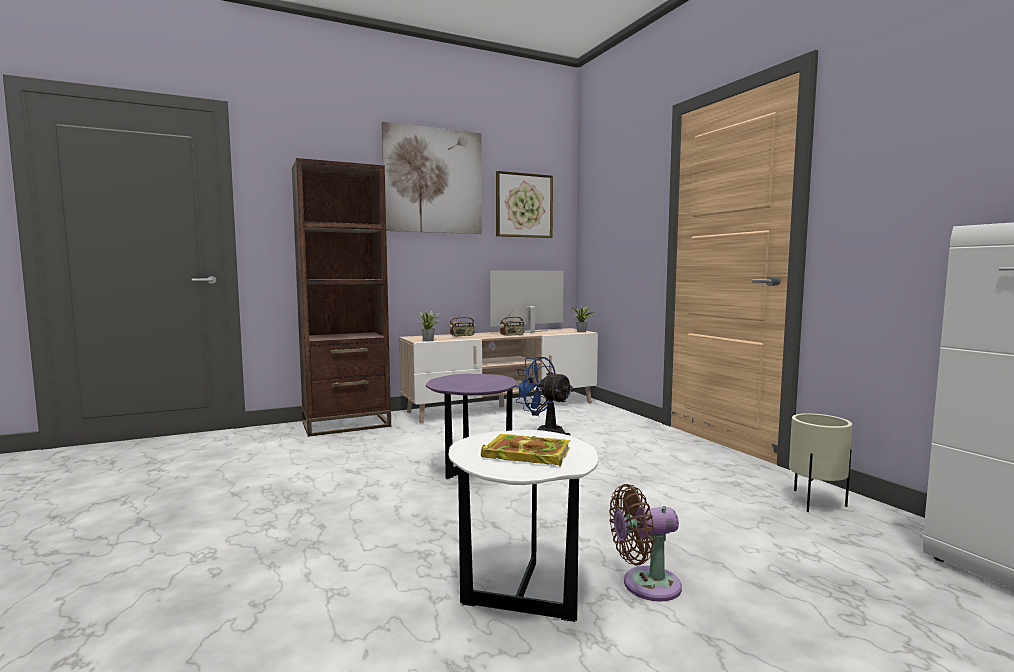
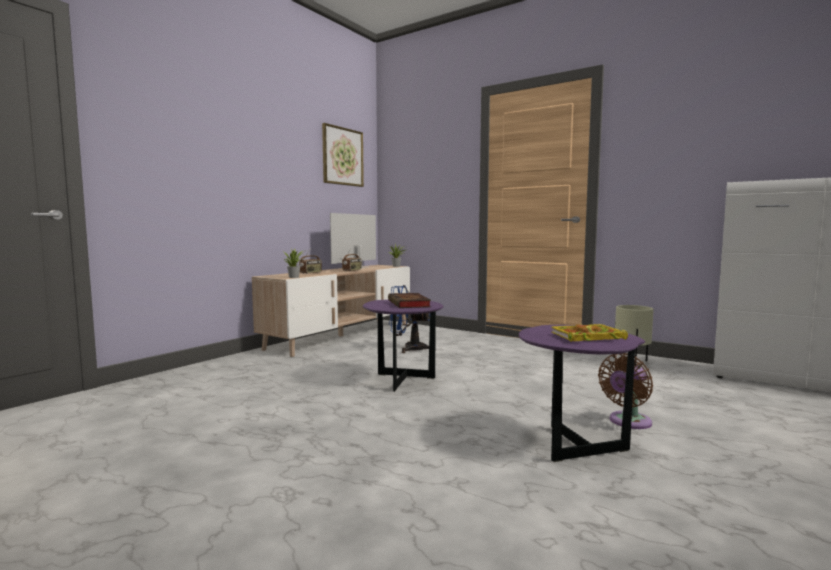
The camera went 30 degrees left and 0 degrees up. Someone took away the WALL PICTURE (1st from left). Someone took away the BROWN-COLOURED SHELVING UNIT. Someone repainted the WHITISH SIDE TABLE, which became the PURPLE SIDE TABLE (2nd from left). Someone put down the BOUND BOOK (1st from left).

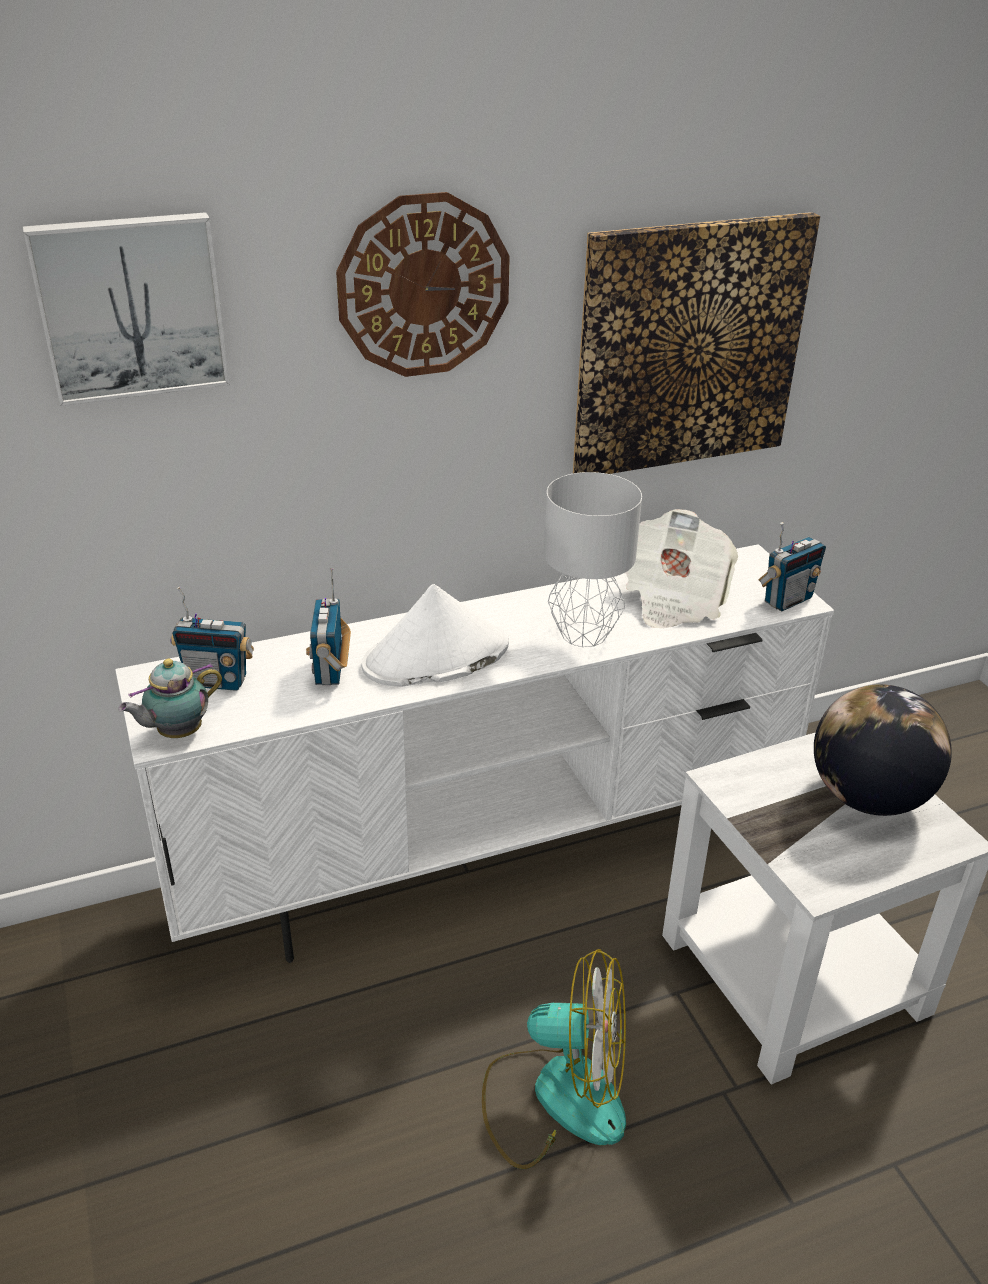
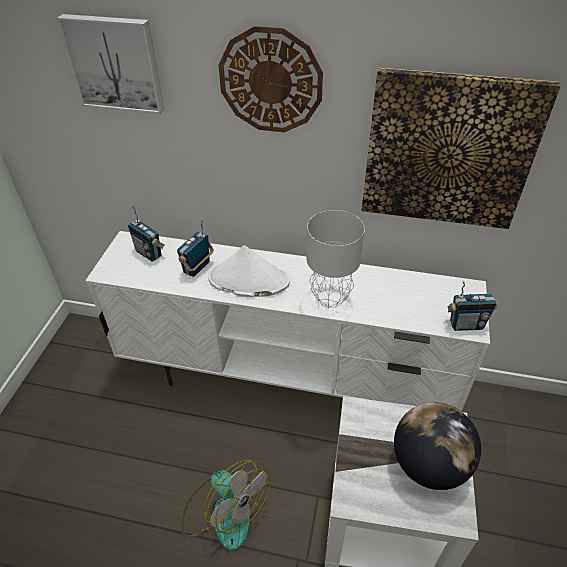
The camera went 35 degrees right and 10 degrees up. Someone took away the PRINTED PAPER. Someone took away the POT FOR TEA.

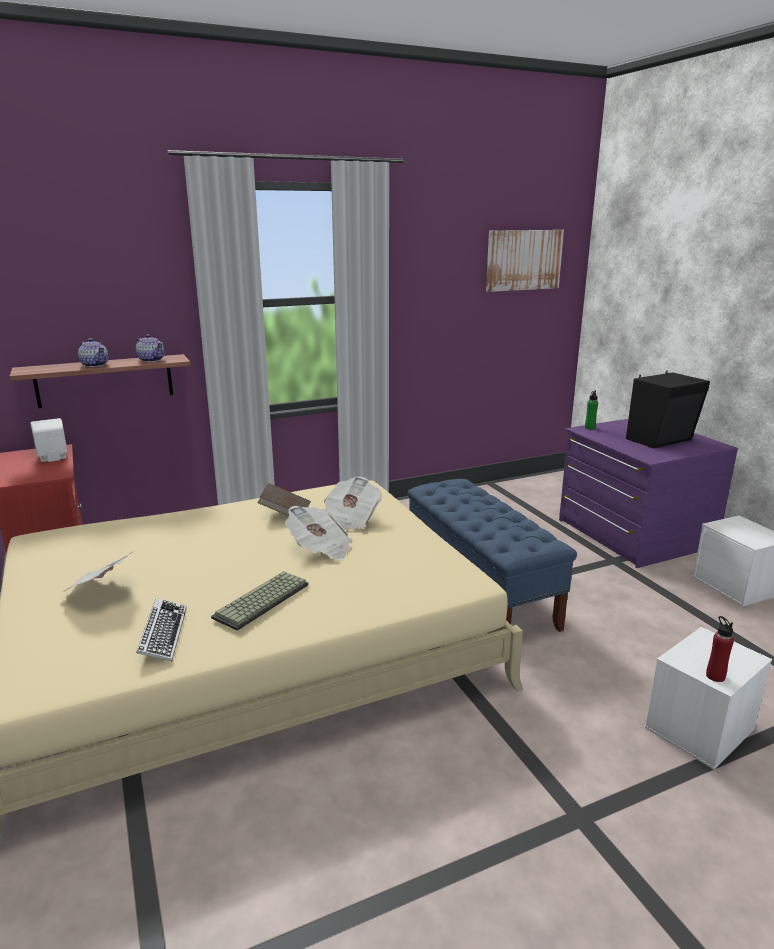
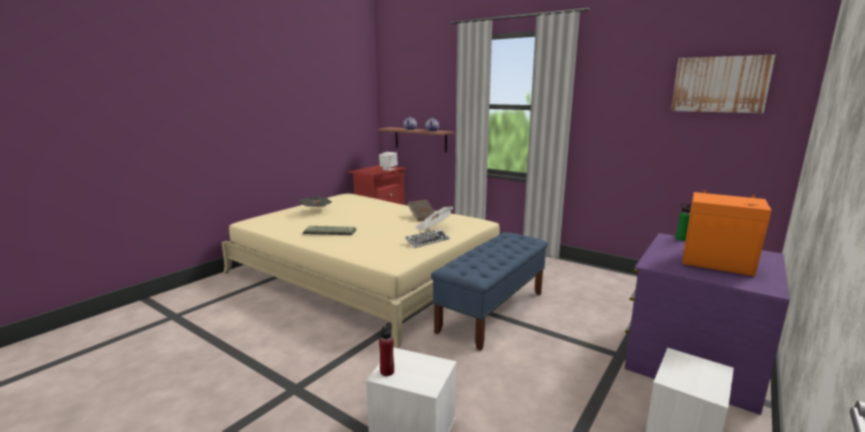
The camera went 60 degrees right and 5 degrees down. Someone repainted the BLACK-COLOURED AUDIO SPEAKER, which became the ORANGEY AUDIO SPEAKER. Someone took away the PRINTED PAPER (2nd from left). Someone carried the COMPUTER KEYBOARD (1st from left in the first image).

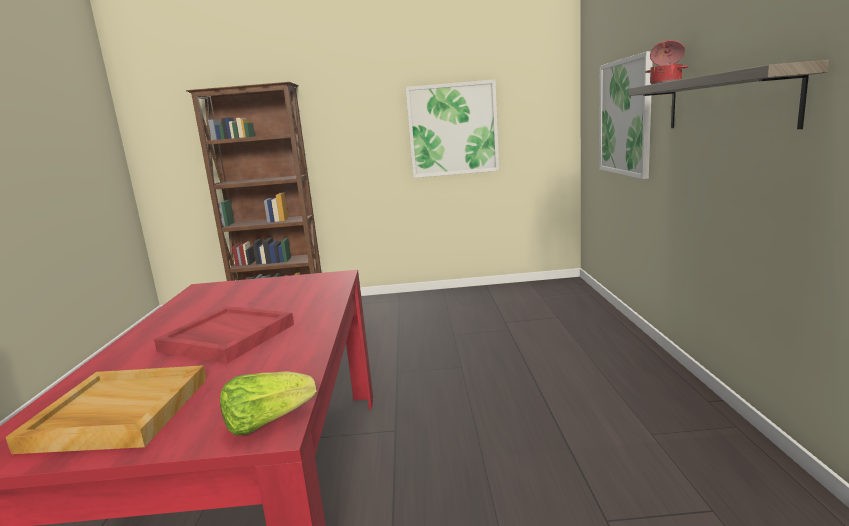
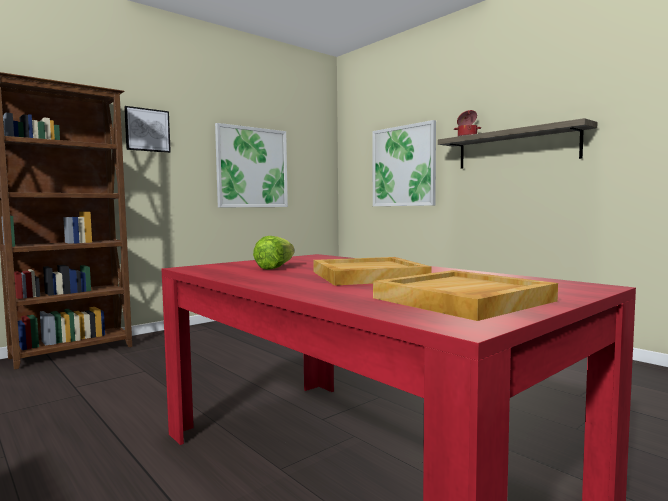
The camera went 40 degrees left and 10 degrees down. Someone repainted the RED SERVING TRAY, which became the BEIGE SERVING TRAY (1st from left). Someone carried the LETTUCE. Someone put up the WALL PICTURE (1st from left).

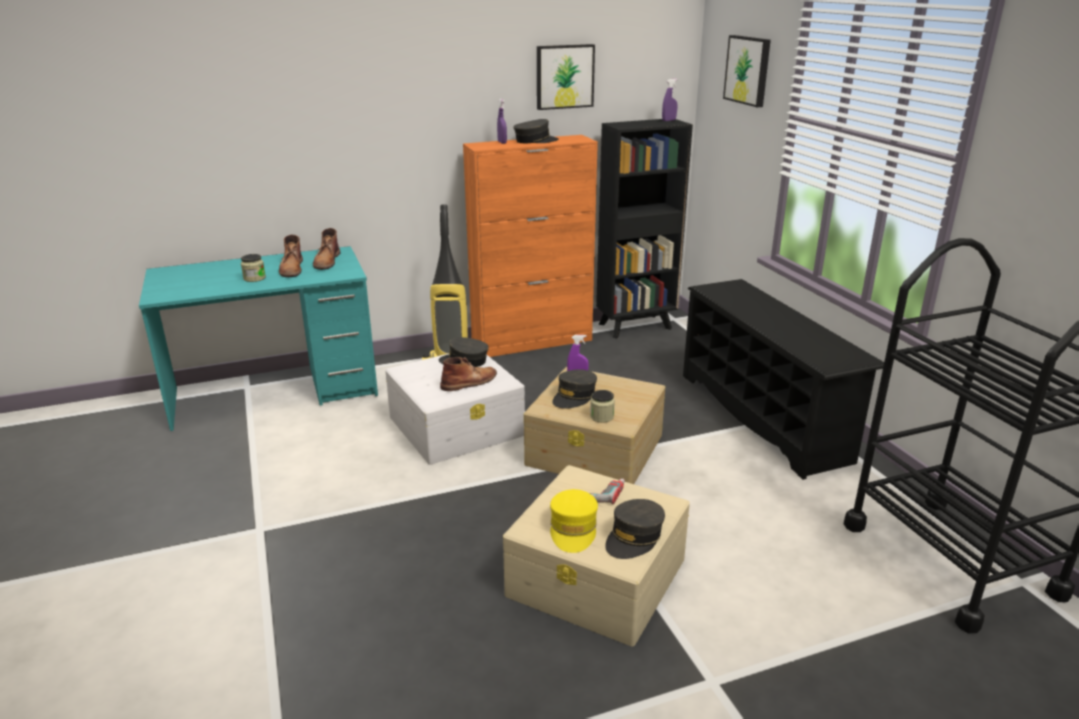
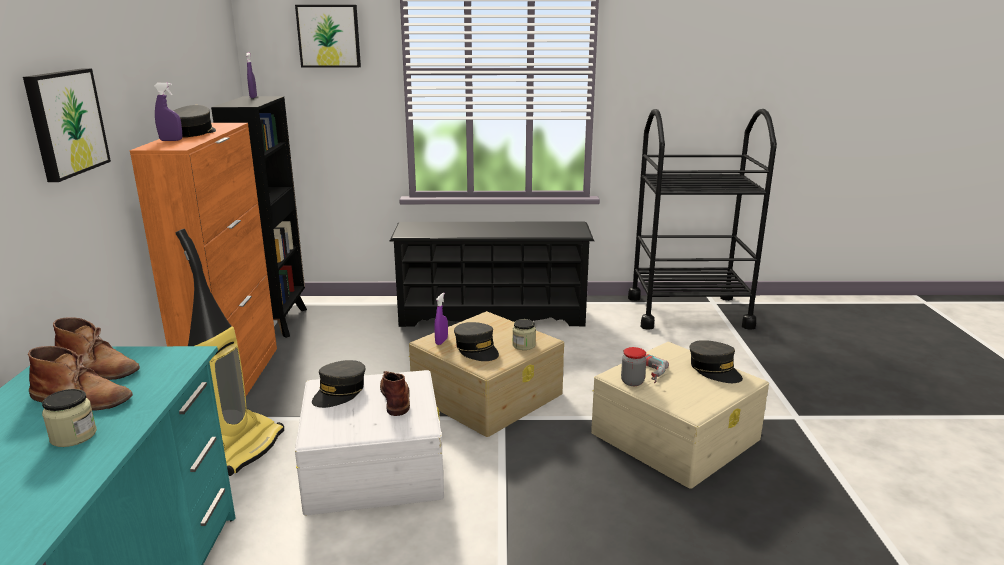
The camera went 70 degrees left and 5 degrees down. Someone carried the WALL PICTURE (1st from left). Someone took away the YELLOW BASEBALL CAP. Someone put down the PRESERVE JAR (3rd from left).

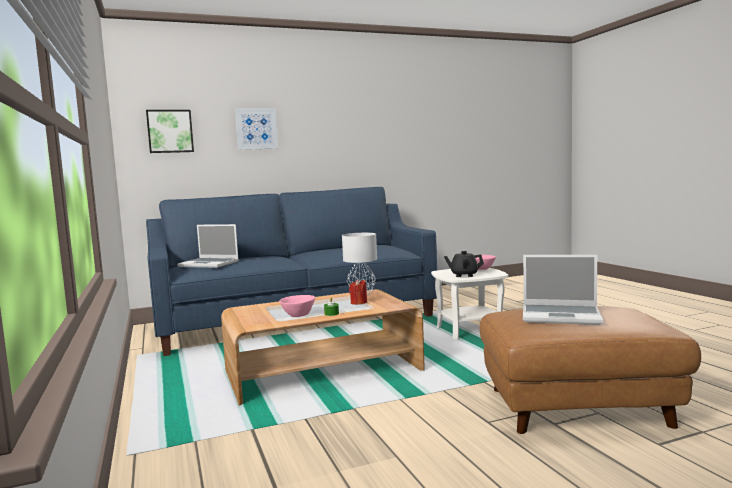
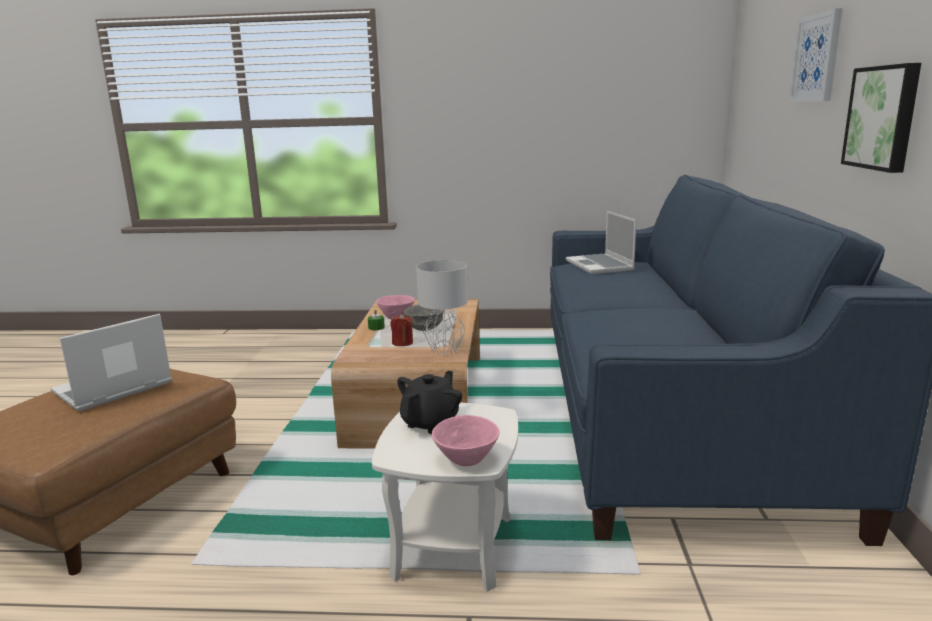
The camera went 115 degrees right and 10 degrees up. Someone carried the WALL PICTURE (1st from left in the first image). Someone rotated the PORTABLE COMPUTER (1st from left in the first image) by 60 degrees counterclockwise. Someone put down the GRAY BOWL.

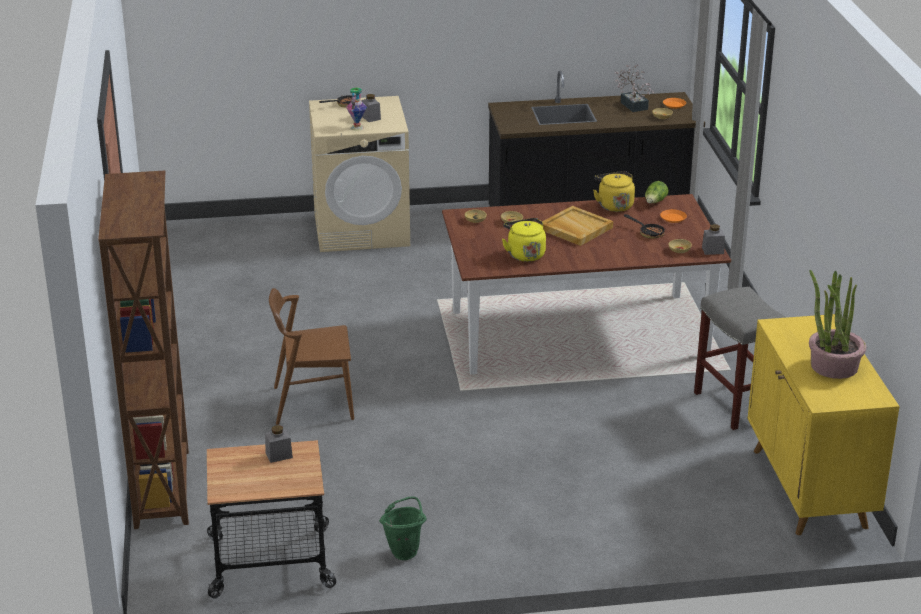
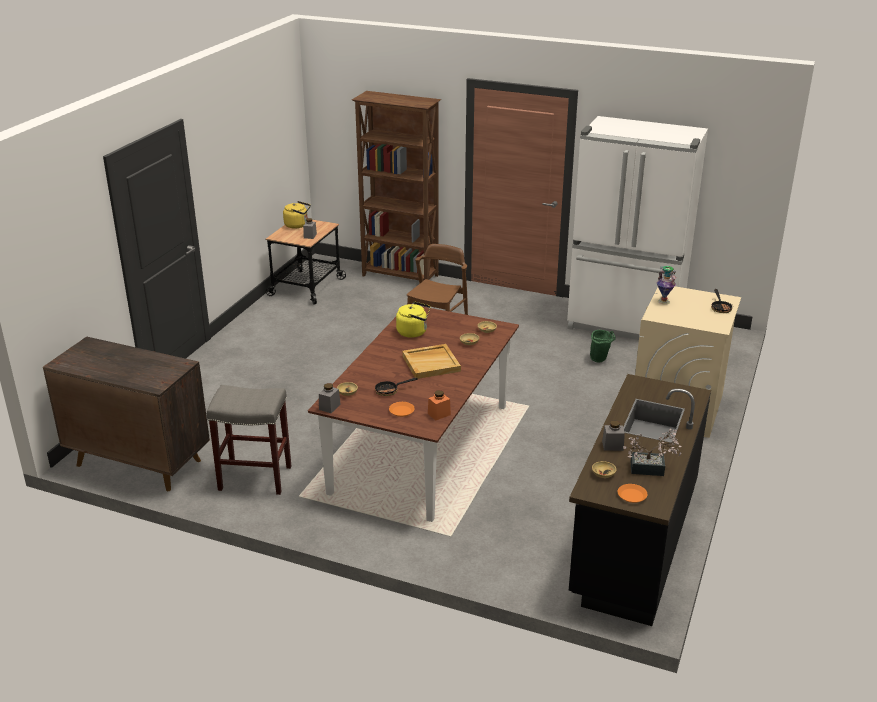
The camera went 120 degrees right and 0 degrees up. Someone carried the GRAY PRESERVE JAR (2nd from left in the first image). Someone carried the YELLOW TEA KETTLE (2nd from left in the first image). Someone swapped the LETTUCE for the ORANGEY PRESERVE JAR. Someone took away the POTTED PLANT (2nd from left). Someone repainted the YELLOW CABINET, which became the BROWN-COLOURED CABINET. Someone carried the GREEN-COLOURED WATER BUCKET. Someone put down the WHITISH REFRIGERATOR.

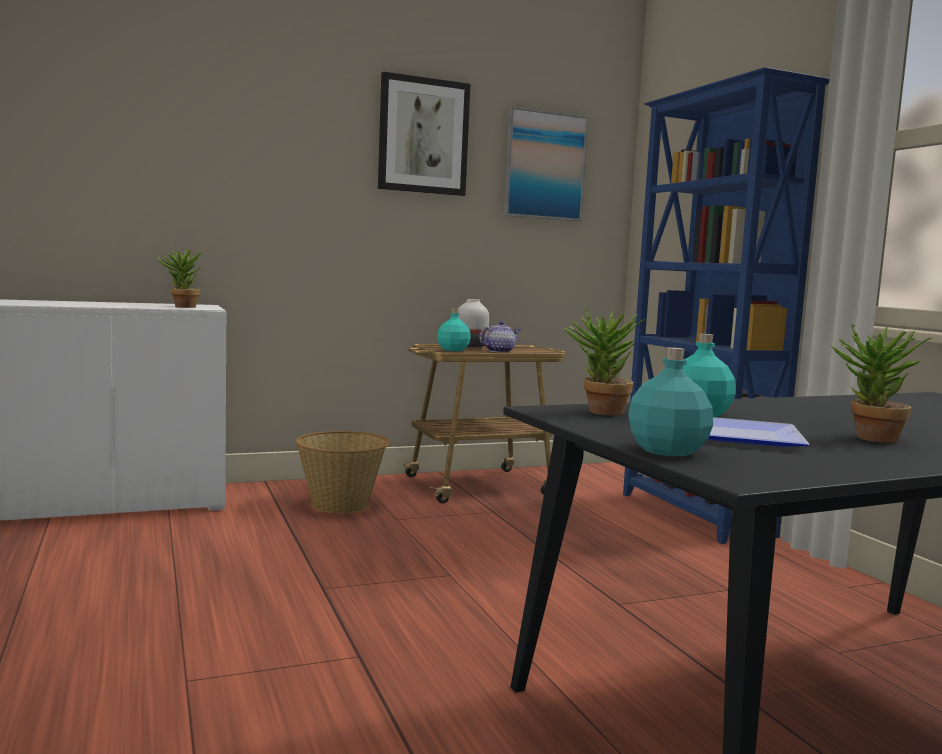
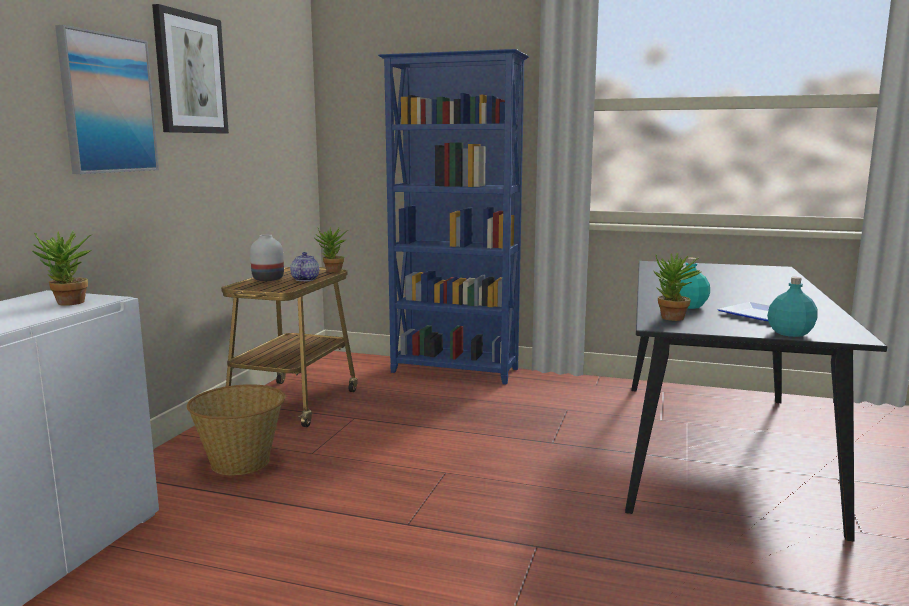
The camera went 50 degrees left and 5 degrees up. Someone carried the WALL PICTURE (2nd from left in the first image). Someone took away the TURQUOISE DRINK BOTTLE (1st from left). Someone carried the POTTED PLANT (3rd from left in the first image).

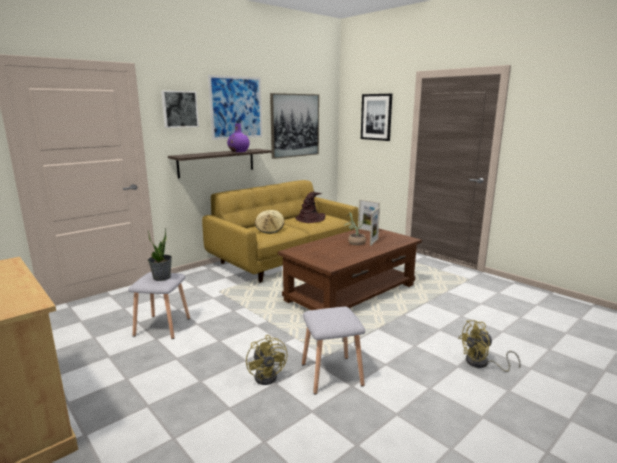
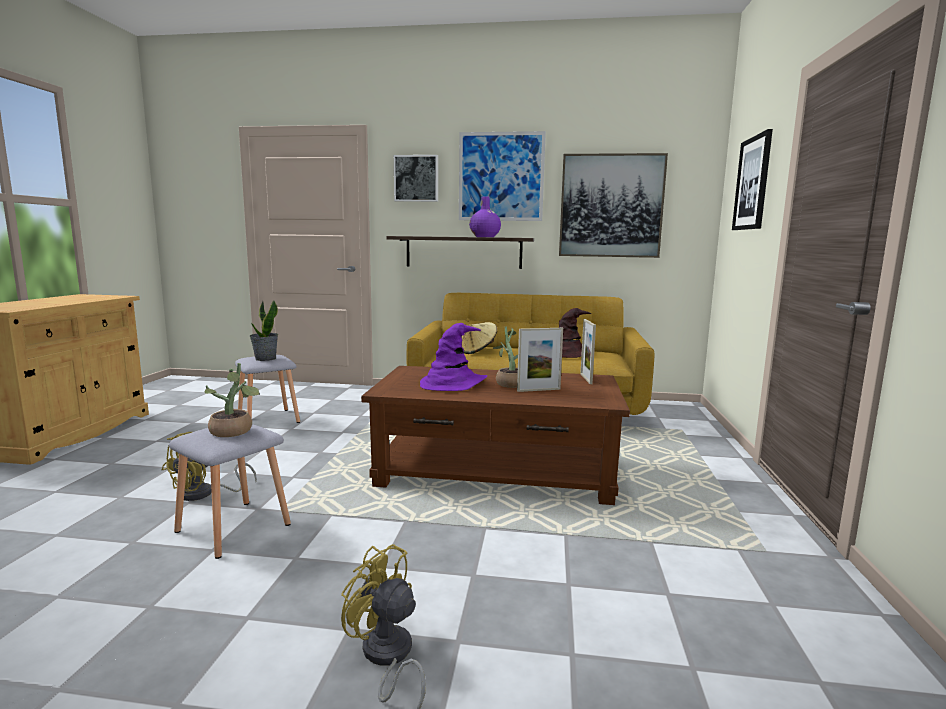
The camera went 50 degrees right and 5 degrees down. Someone put down the PURPLE HAT. Someone put down the POTTED PLANT (1st from left).

